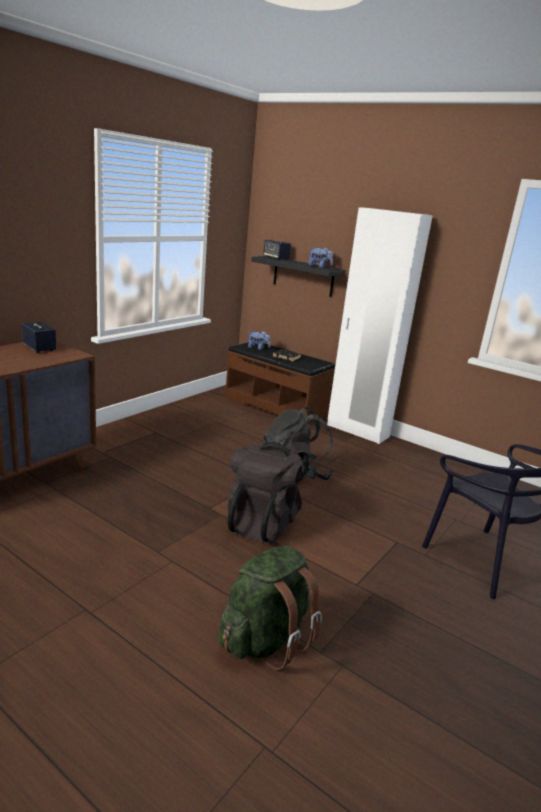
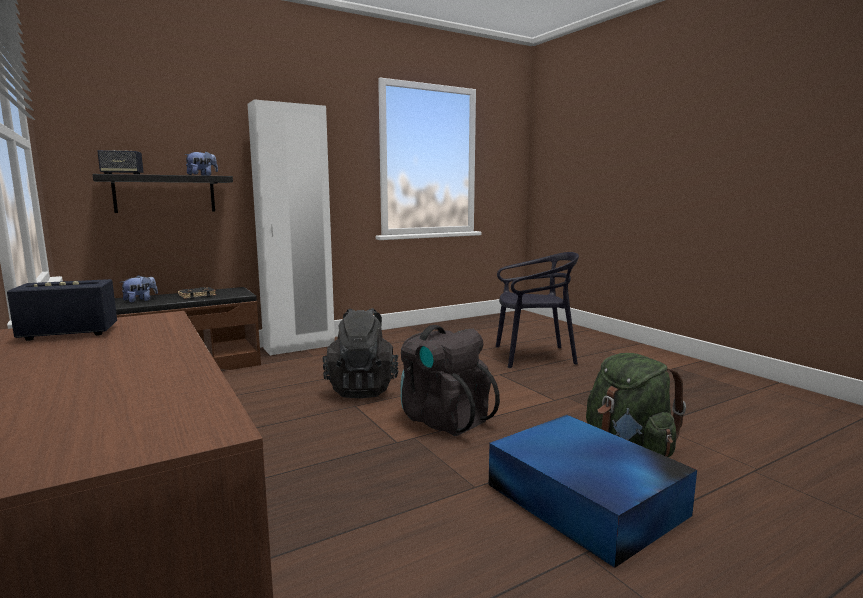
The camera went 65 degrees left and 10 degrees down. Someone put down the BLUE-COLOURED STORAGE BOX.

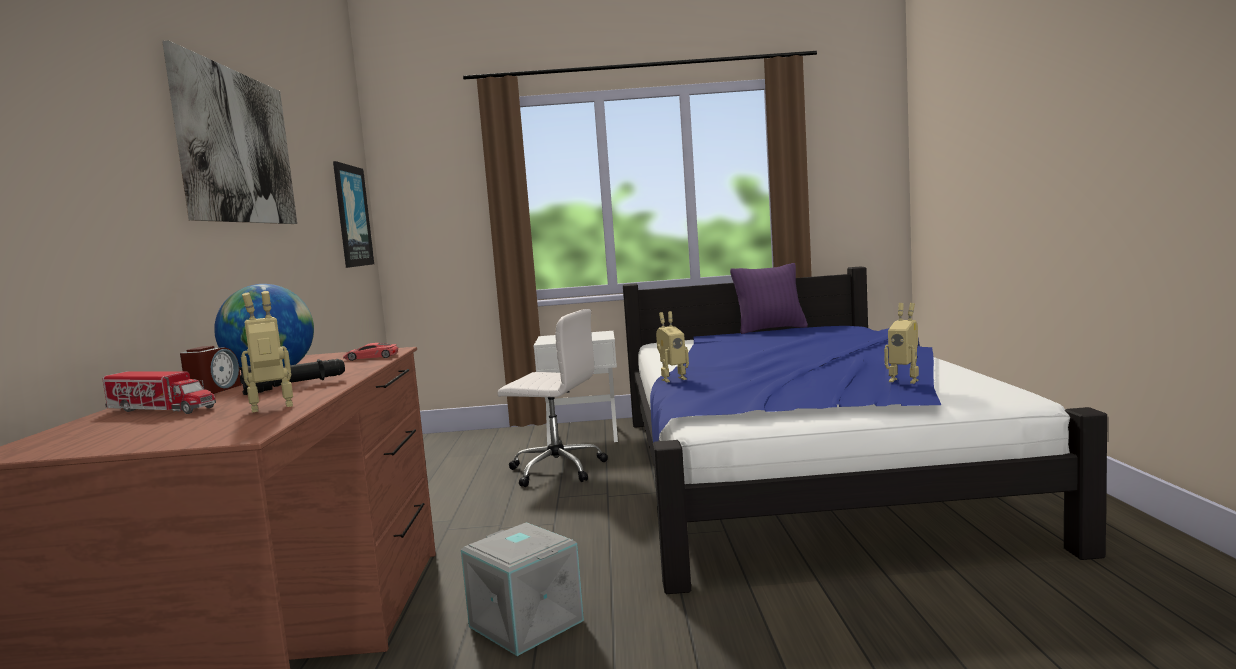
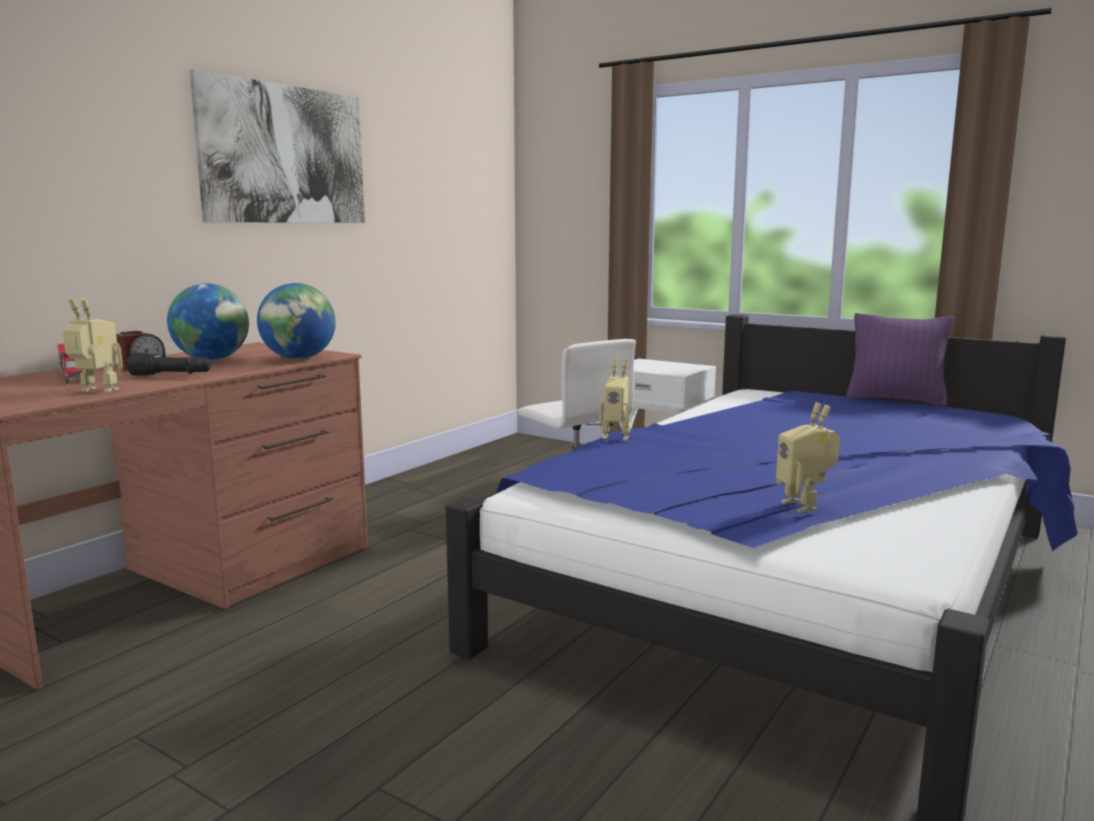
The camera went 35 degrees right and 5 degrees up. Someone took away the WALL PICTURE (2nd from left). Someone swapped the RED MODEL CAR for the GLOBE (2nd from left). Someone took away the GRAY STORAGE BOX.

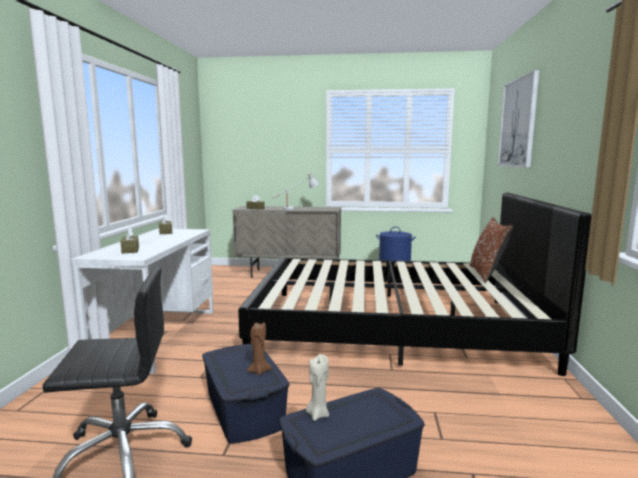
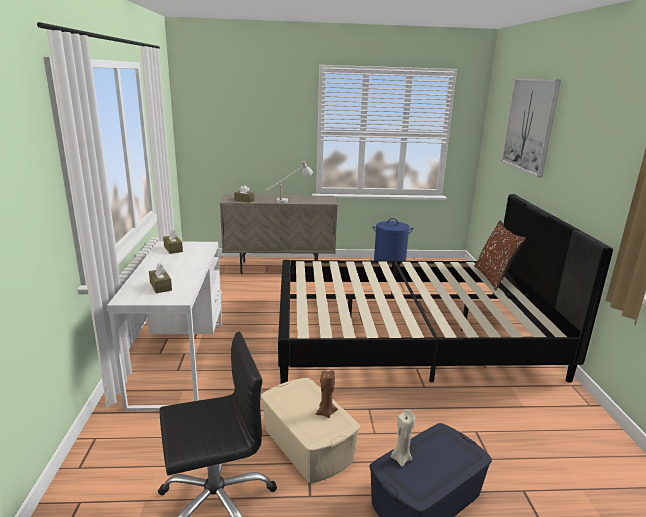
The camera went 10 degrees left and 10 degrees up. Someone repainted the BLUE-COLOURED STORAGE BOX (1st from left), which became the BEIGE STORAGE BOX.

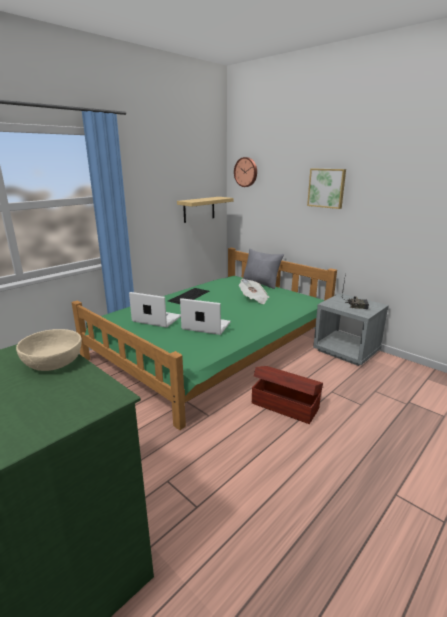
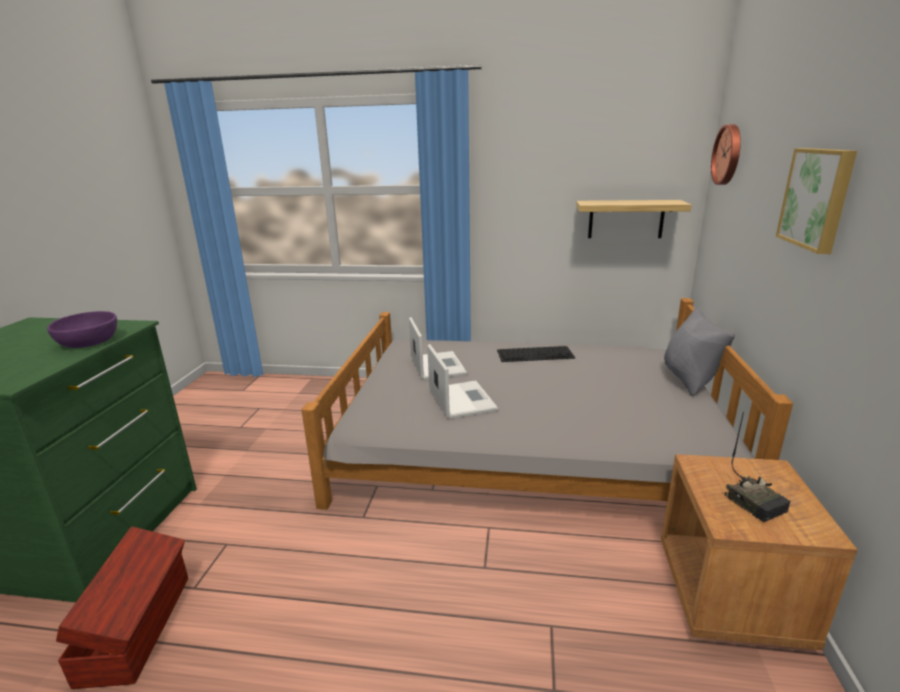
The camera went 55 degrees right and 0 degrees up. Someone repainted the GREEN-COLOURED BEDROOM BED, which became the GRAY BEDROOM BED. Someone took away the PRINTED PAPER. Someone repainted the GRAY NIGHT TABLE, which became the BROWN-COLOURED NIGHT TABLE. Someone repainted the BEIGE BOWL, which became the PURPLE BOWL. Someone carried the BROWN-COLOURED STORAGE BOX.

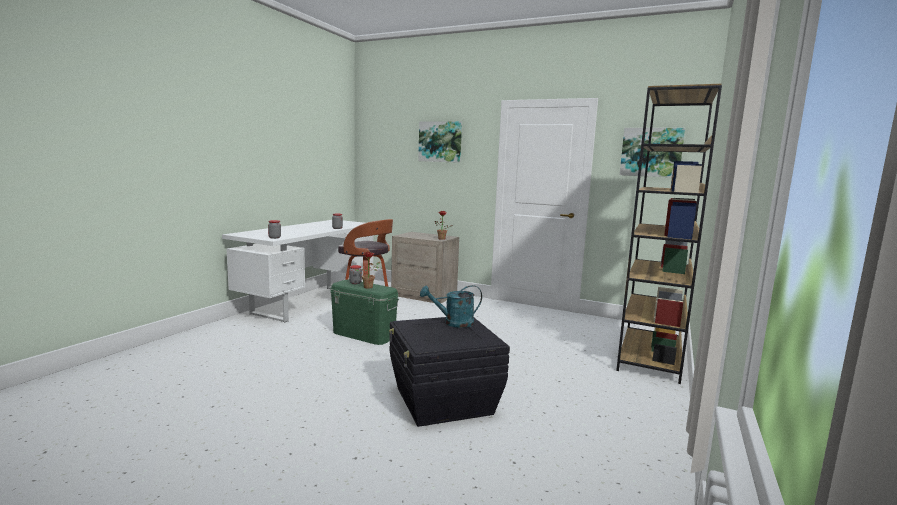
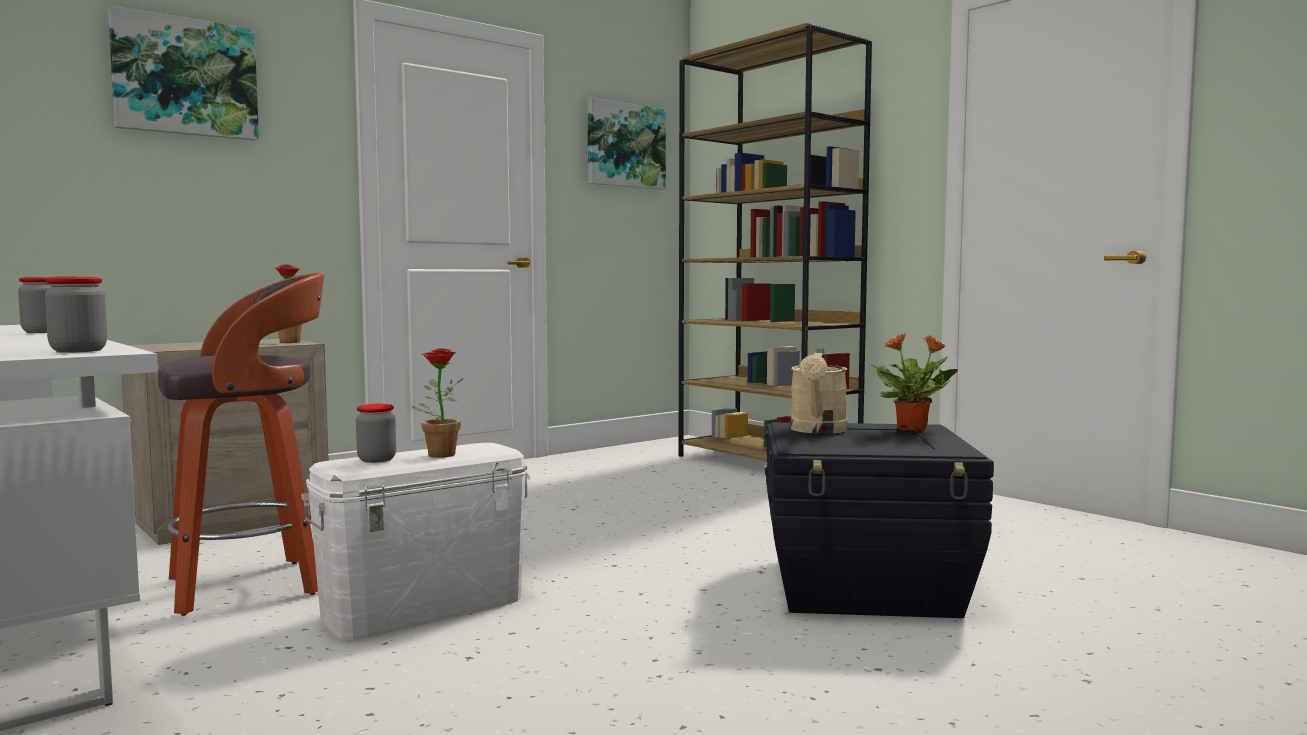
The camera went 65 degrees left and 5 degrees down. Someone repainted the GREEN-COLOURED STORAGE BOX, which became the WHITISH STORAGE BOX. Someone repainted the TURQUOISE SPRINKLING CAN, which became the BEIGE SPRINKLING CAN. Someone put down the POTTED PLANT (3rd from left).

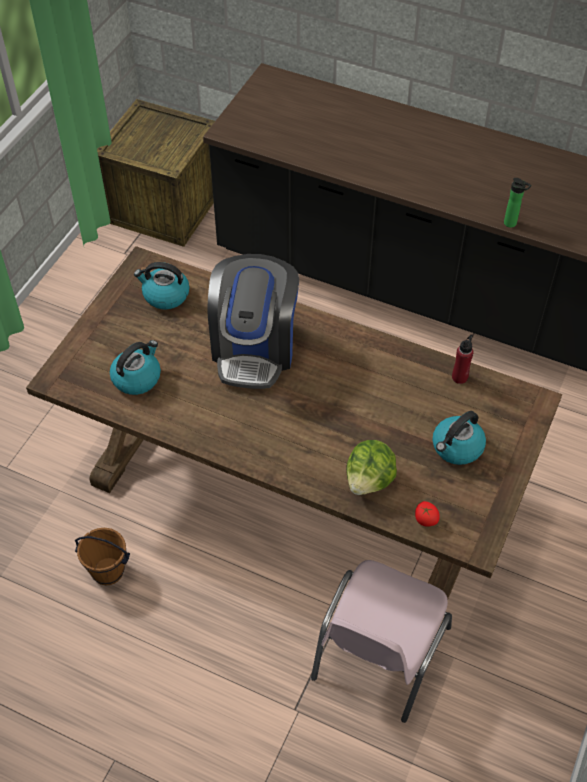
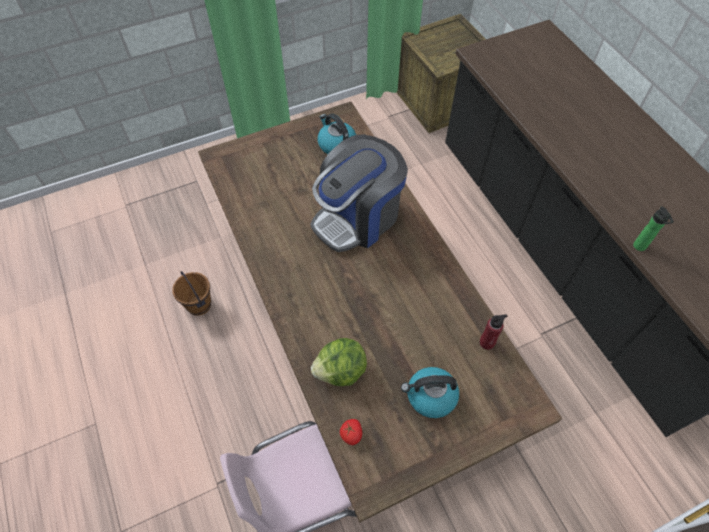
The camera went 40 degrees right and 5 degrees up. Someone took away the TEA KETTLE (1st from left).

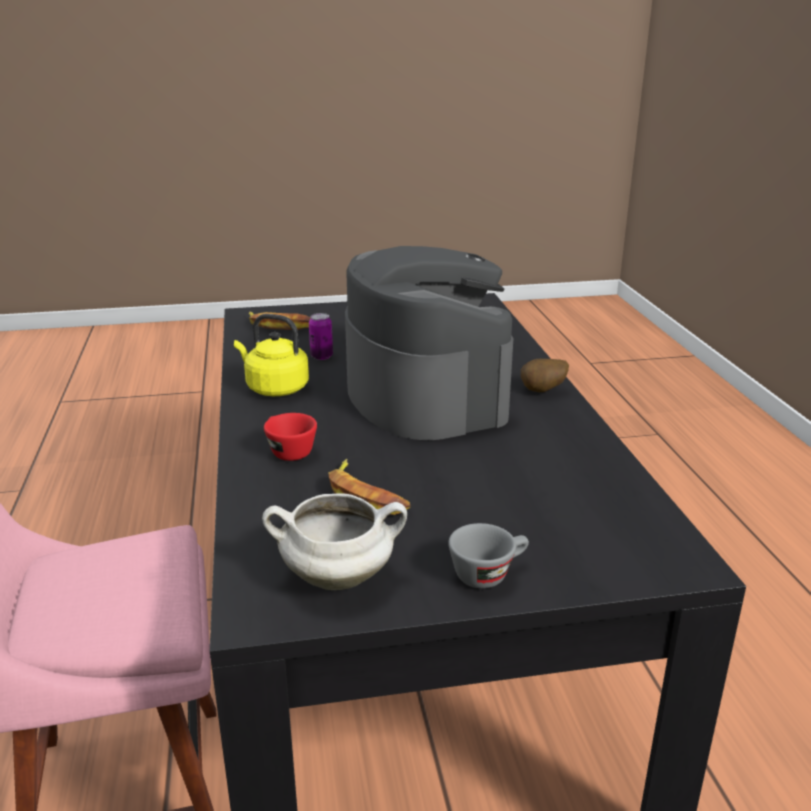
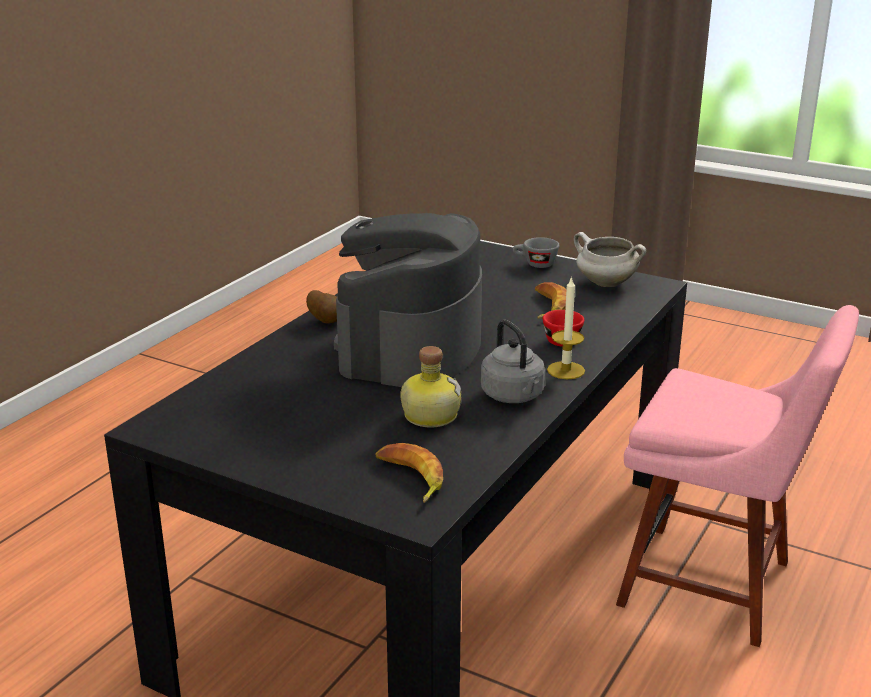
The camera went 140 degrees left and 0 degrees up. Someone swapped the SEALED CAN for the DRINK BOTTLE. Someone repainted the YELLOW TEA KETTLE, which became the GRAY TEA KETTLE. Someone put down the CANDLE.

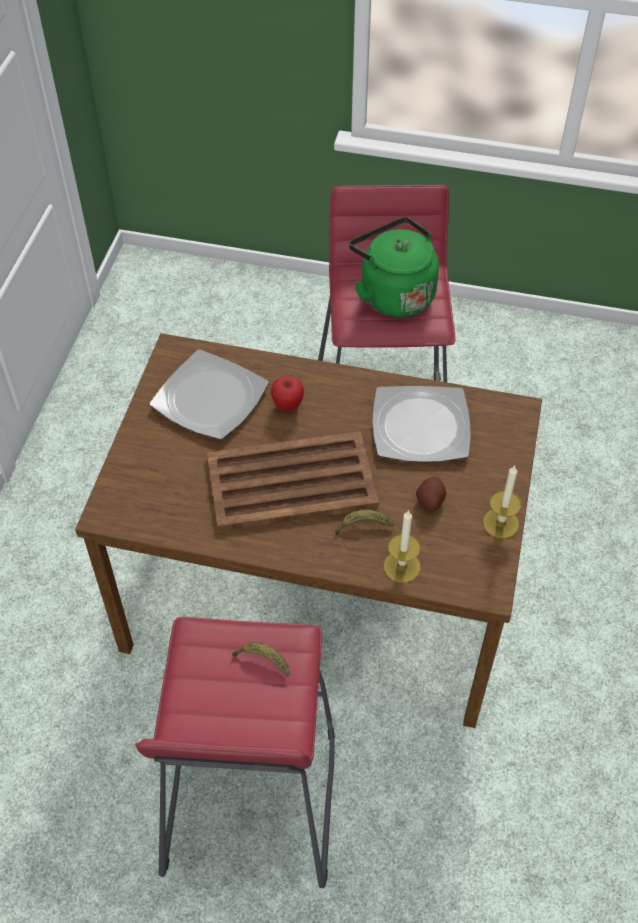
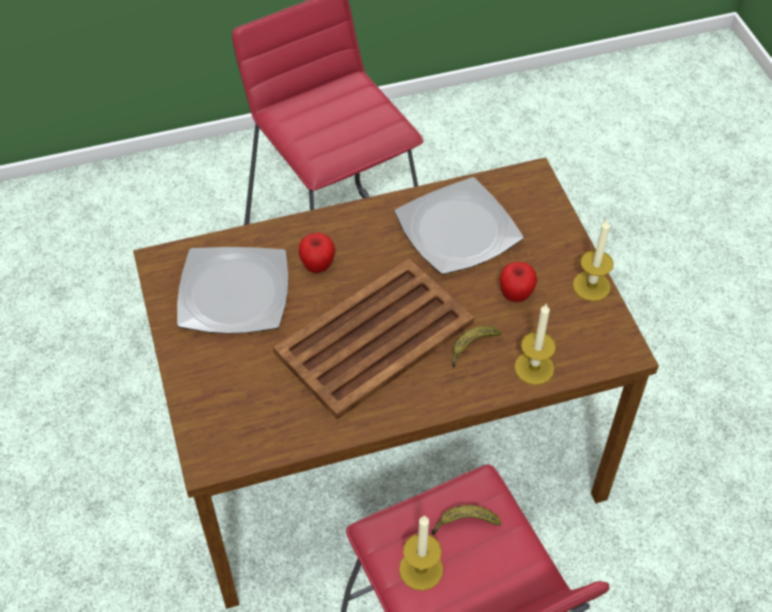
The camera went 30 degrees left and 0 degrees up. Someone took away the GREEN-COLOURED TEA KETTLE. Someone swapped the WHOLE POTATO for the APPLE (2nd from left). Someone put down the CANDLE (1st from left).

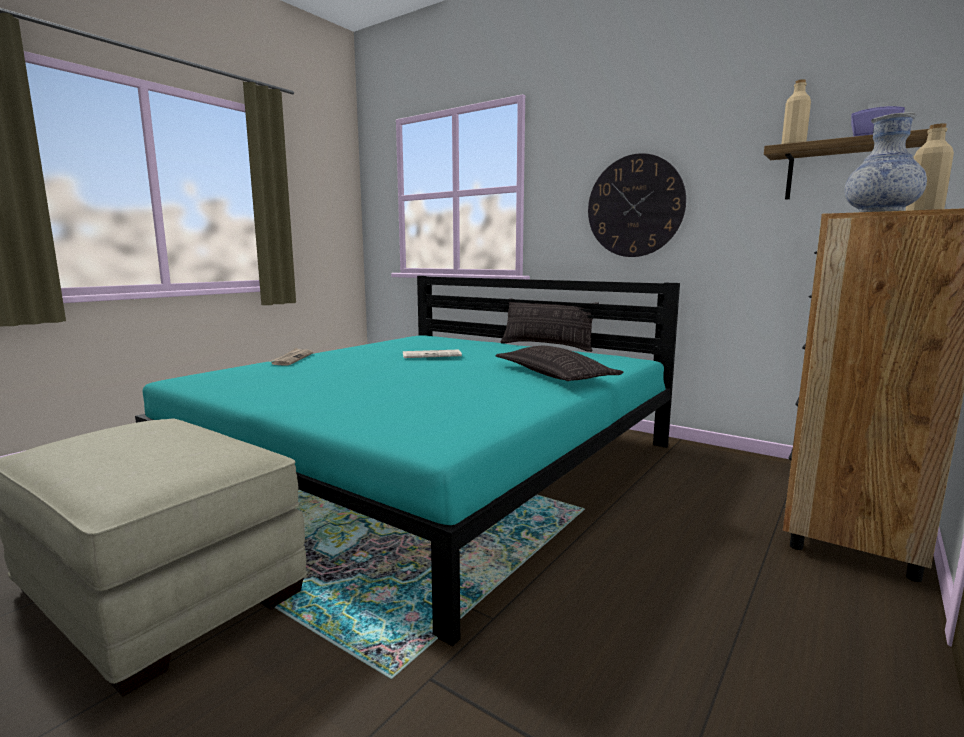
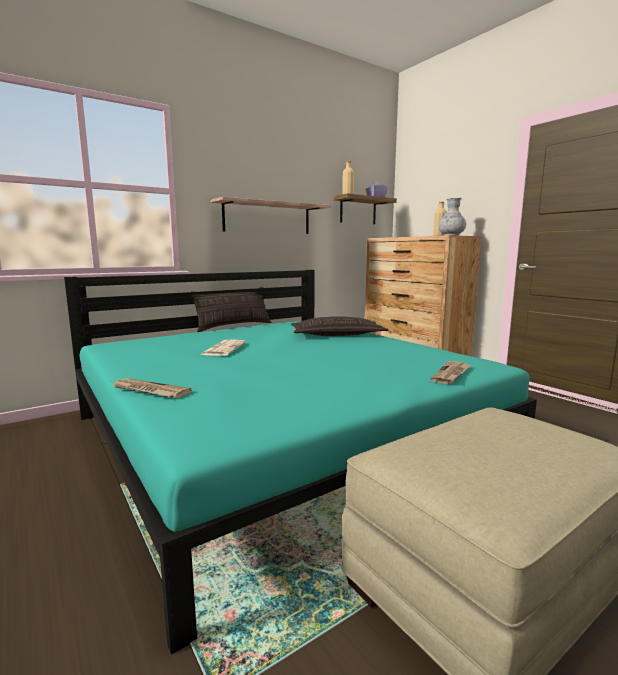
The camera went 70 degrees left and 0 degrees up. Someone swapped the WALL CLOCK for the BRACKET SHELF (1st from left). Someone put down the PRINTED PAPER (3rd from left).

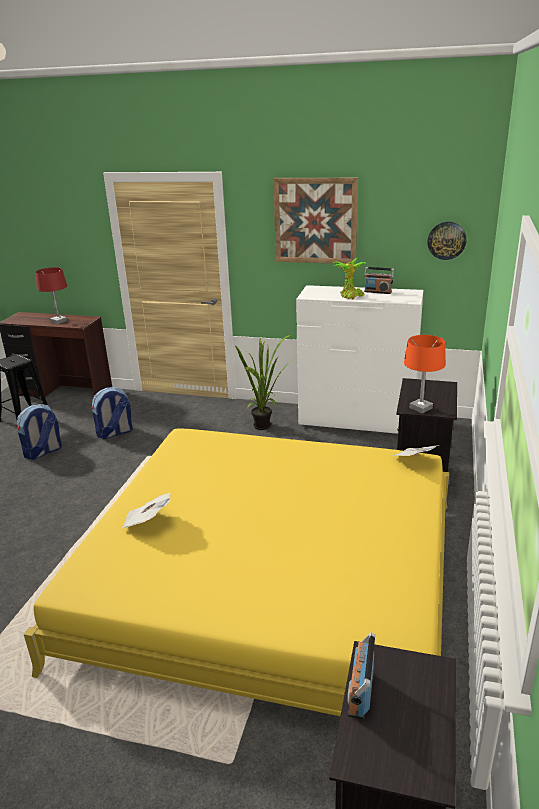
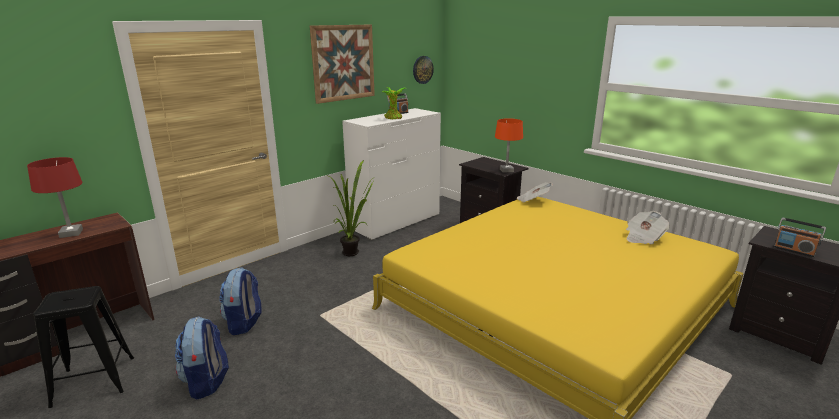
The camera went 60 degrees left and 5 degrees down. Someone carried the PRINTED PAPER (1st from left in the first image).

